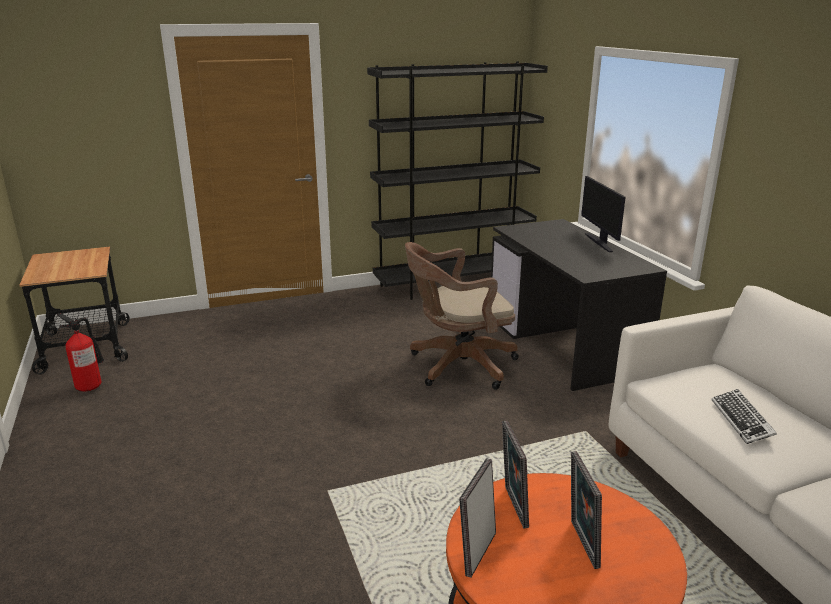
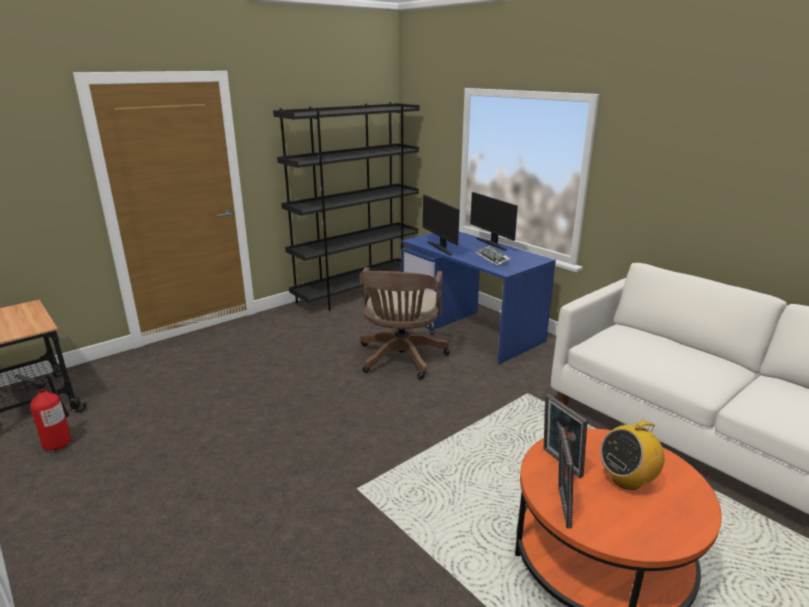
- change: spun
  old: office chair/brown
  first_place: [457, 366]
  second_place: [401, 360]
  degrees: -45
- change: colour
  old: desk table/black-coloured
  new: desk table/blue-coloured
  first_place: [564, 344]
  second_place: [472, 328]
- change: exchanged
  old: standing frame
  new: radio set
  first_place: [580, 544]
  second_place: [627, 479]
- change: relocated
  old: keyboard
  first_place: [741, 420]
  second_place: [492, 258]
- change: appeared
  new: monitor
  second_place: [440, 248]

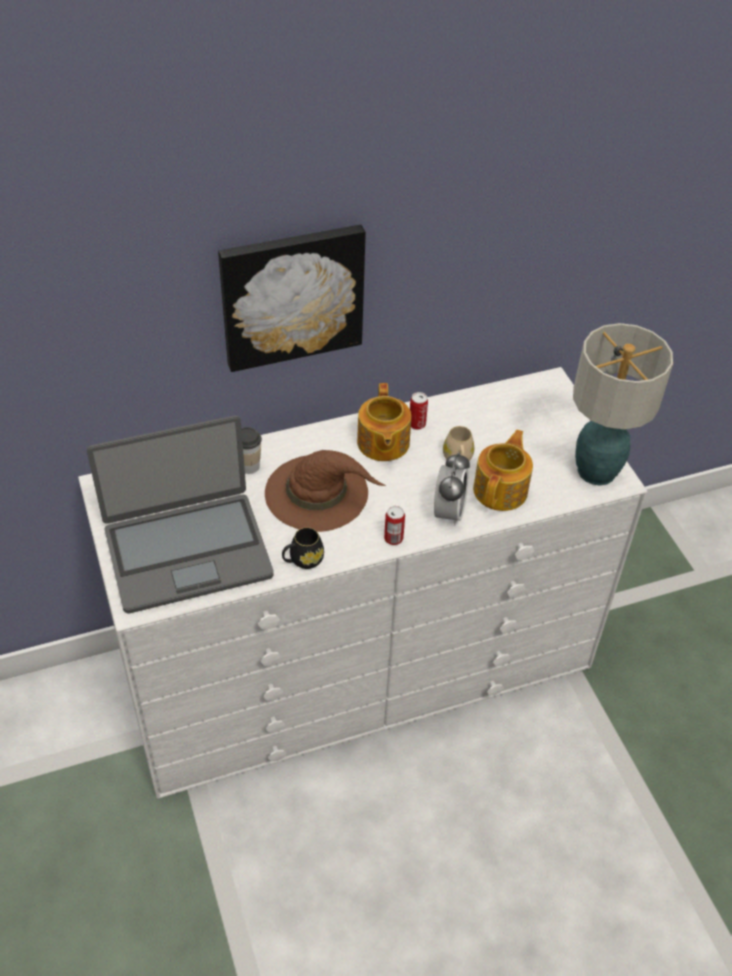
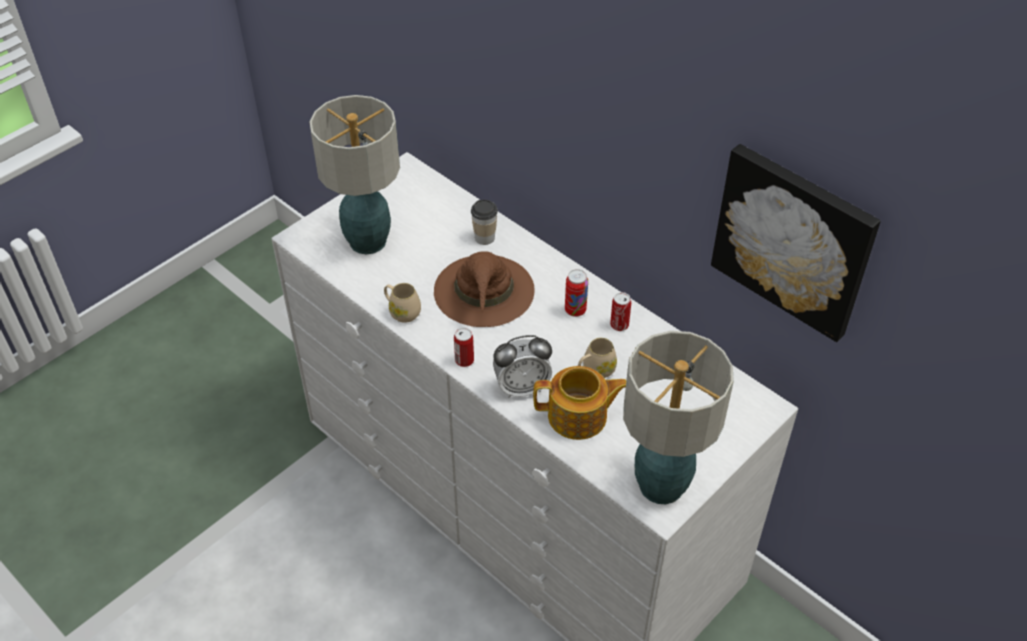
- change: exchanged
  old: notebook computer
  new: tabletop lamp
  first_place: [187, 551]
  second_place: [369, 241]
- change: relocated
  old: wall picture
  first_place: [291, 295]
  second_place: [794, 240]
- change: colour
  old: tea mug/black-coloured
  new: tea mug/beige
  first_place: [302, 560]
  second_place: [402, 311]
- change: exchanged
  old: tea pot
  new: can
  first_place: [382, 443]
  second_place: [575, 310]

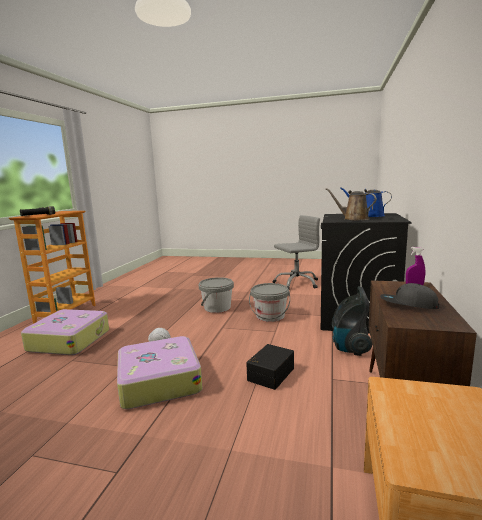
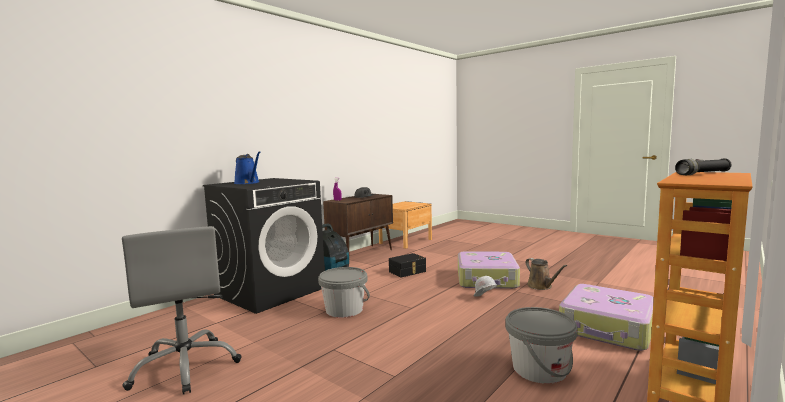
- change: relocated
  old: pail/gray
  first_place: [217, 308]
  second_place: [539, 369]
- change: spun
  old: office chair/gray
  first_place: [296, 283]
  second_place: [186, 367]
  degrees: -120
- change: relocated
  old: watering pot/brown
  first_place: [353, 219]
  second_place: [541, 286]

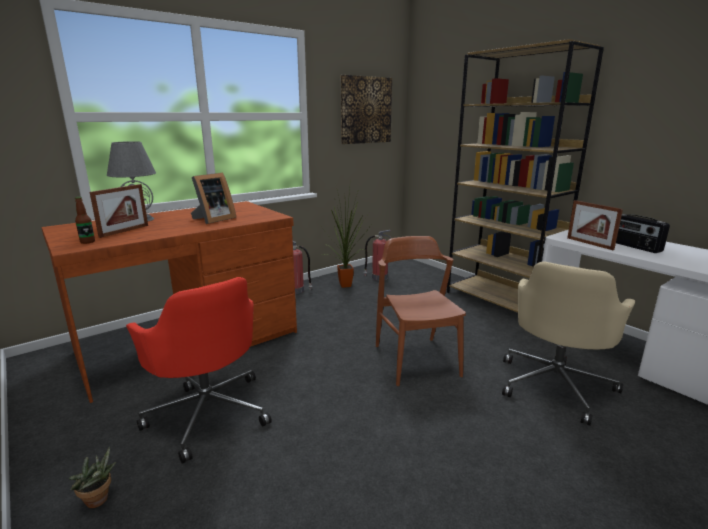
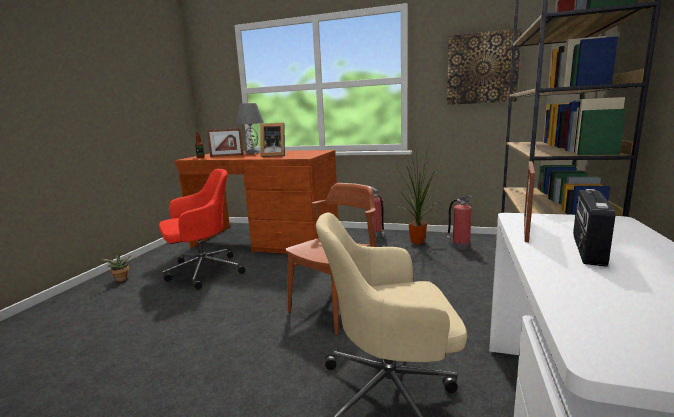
- change: spun
  old: office chair/reddish
  first_place: [209, 412]
  second_place: [202, 271]
  degrees: -135

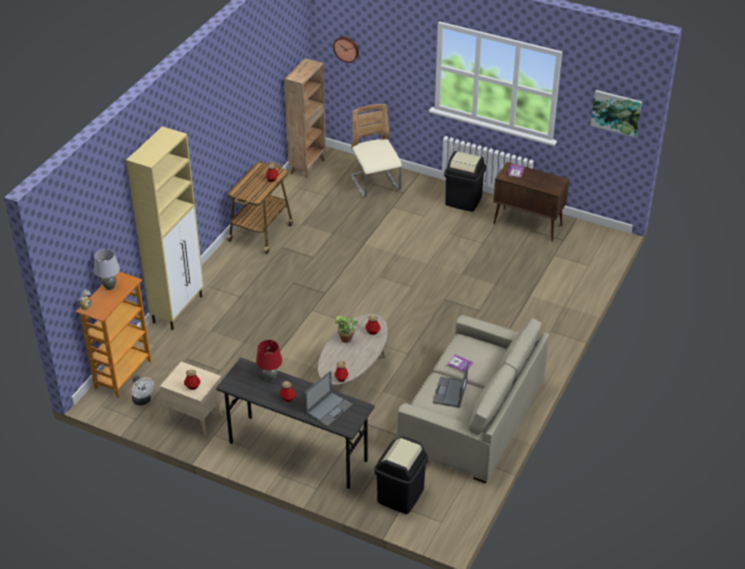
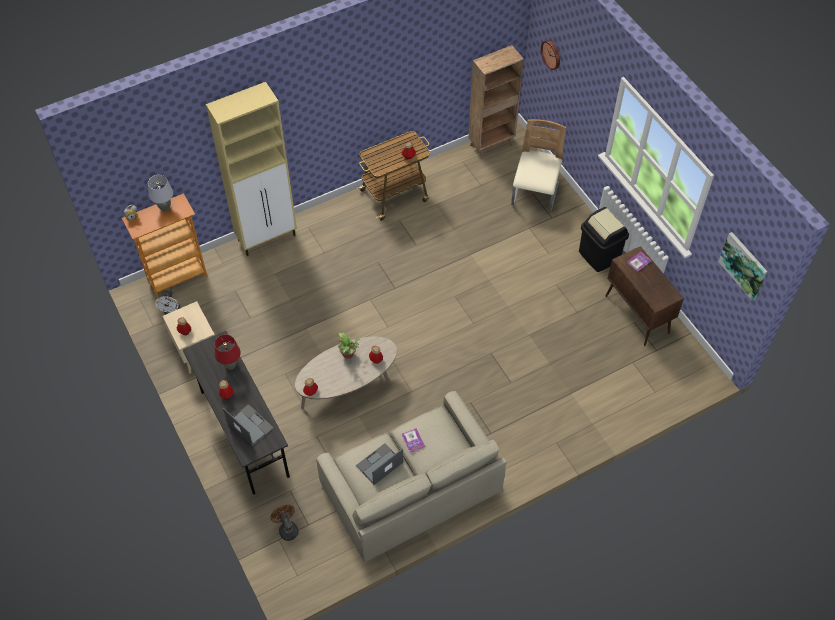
- change: spun
  old: notebook computer
  first_place: [329, 408]
  second_place: [249, 425]
  degrees: -120
- change: exchanged
  old: trash can/black-coloured
  new: cooling fan/brown
  first_place: [401, 496]
  second_place: [287, 528]

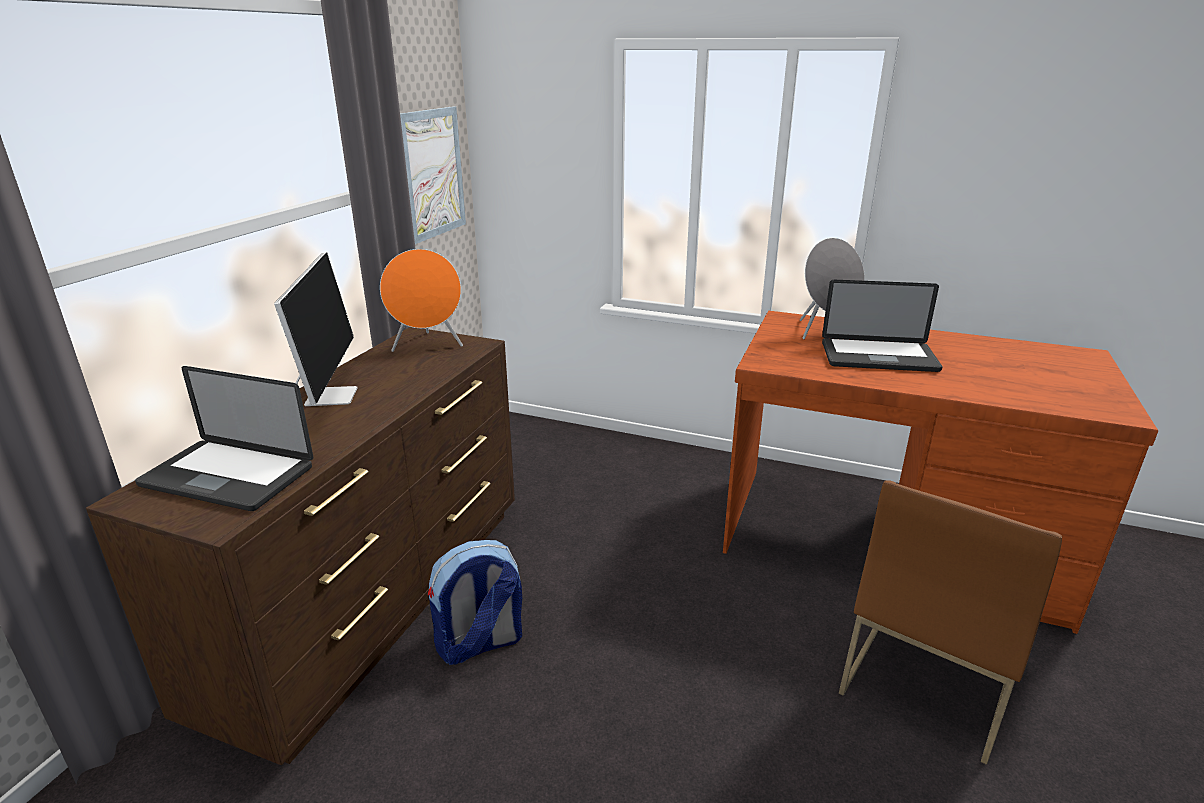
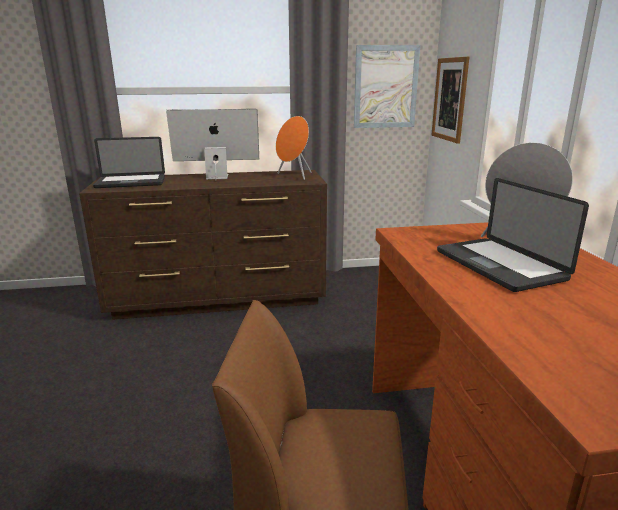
- change: spun
  old: notebook computer
  first_place: [228, 476]
  second_place: [131, 182]
  degrees: -90
- change: spun
  old: monitor
  first_place: [330, 396]
  second_place: [216, 177]
  degrees: -150
- change: missing
  old: knapsack
  first_place: [480, 644]
- change: appeared
  new: wall picture
  second_place: [450, 99]

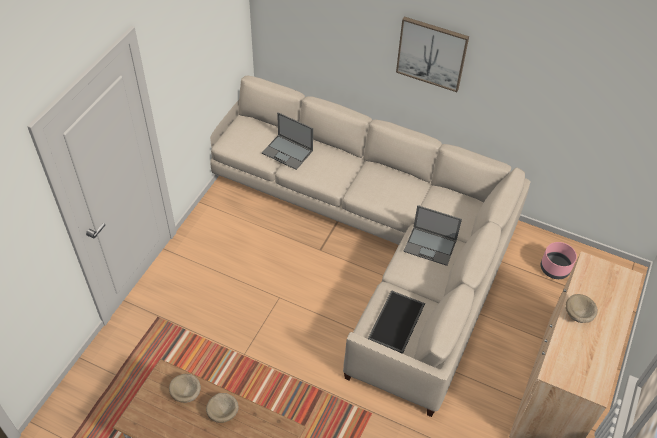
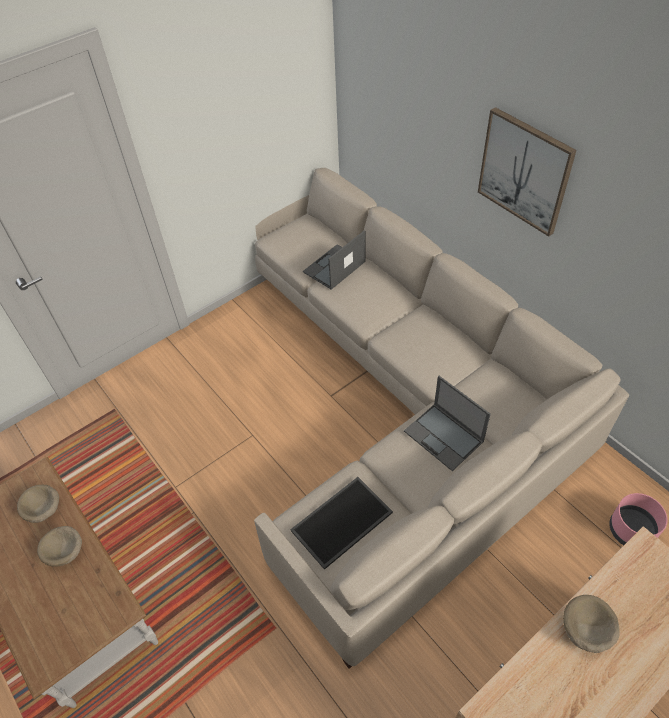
- change: spun
  old: notebook computer
  first_place: [288, 152]
  second_place: [334, 267]
  degrees: 75

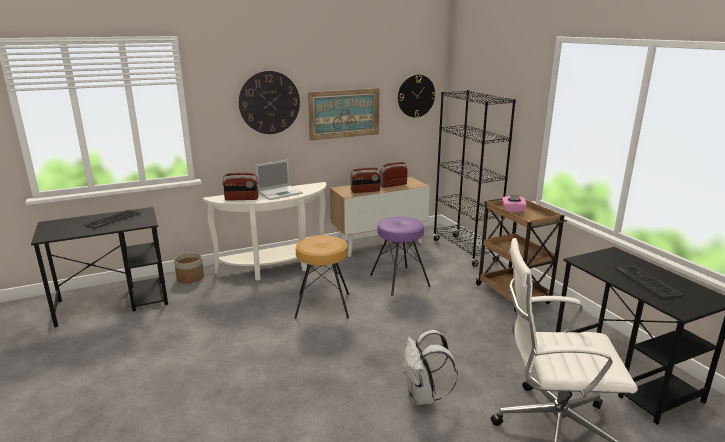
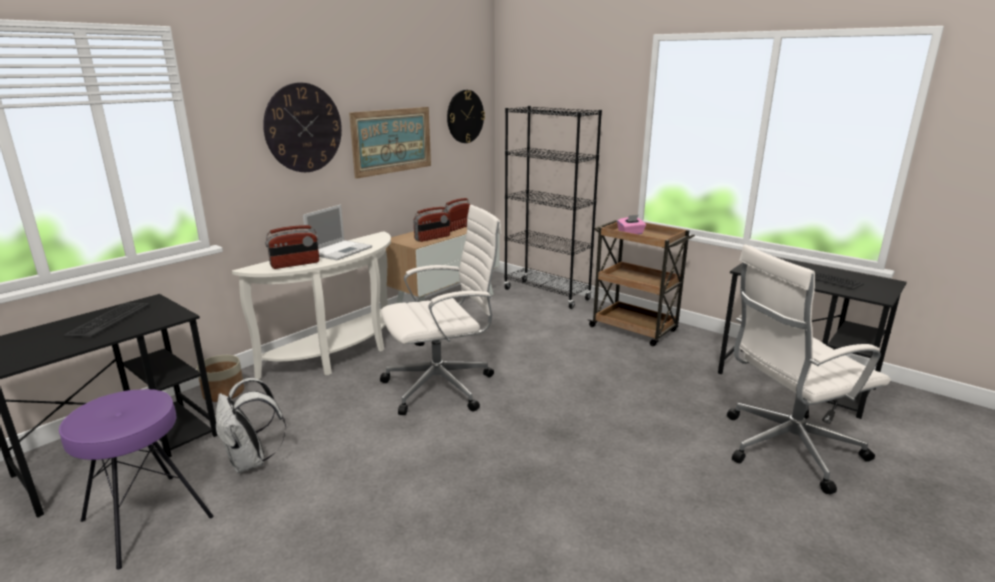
- change: exchanged
  old: sitting stool/brown
  new: office chair/whitish
  first_place: [323, 306]
  second_place: [442, 386]
- change: relocated
  old: sitting stool/purplish
  first_place: [399, 281]
  second_place: [146, 519]
- change: relocated
  old: knapsack/whitish
  first_place: [423, 397]
  second_place: [251, 462]

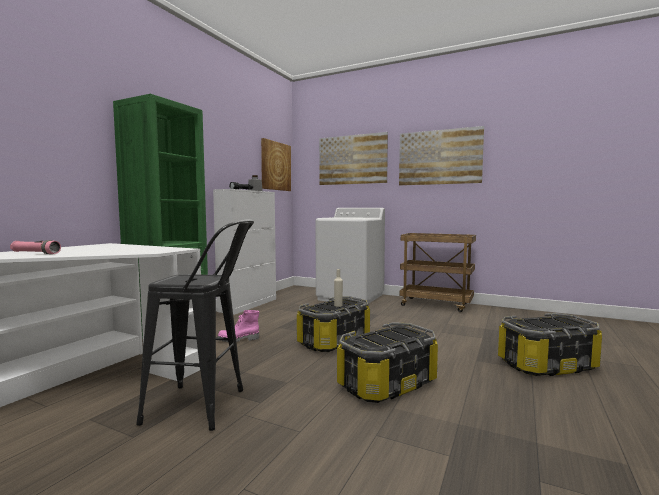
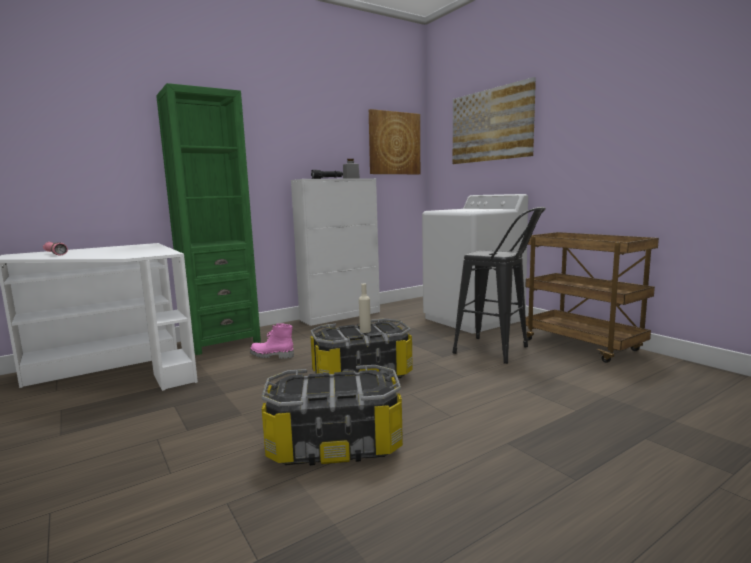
- change: relocated
  old: sitting stool/black-coloured
  first_place: [205, 407]
  second_place: [498, 352]
- change: missing
  old: wall picture
  first_place: [439, 157]
- change: missing
  old: storage box
  first_place: [546, 365]

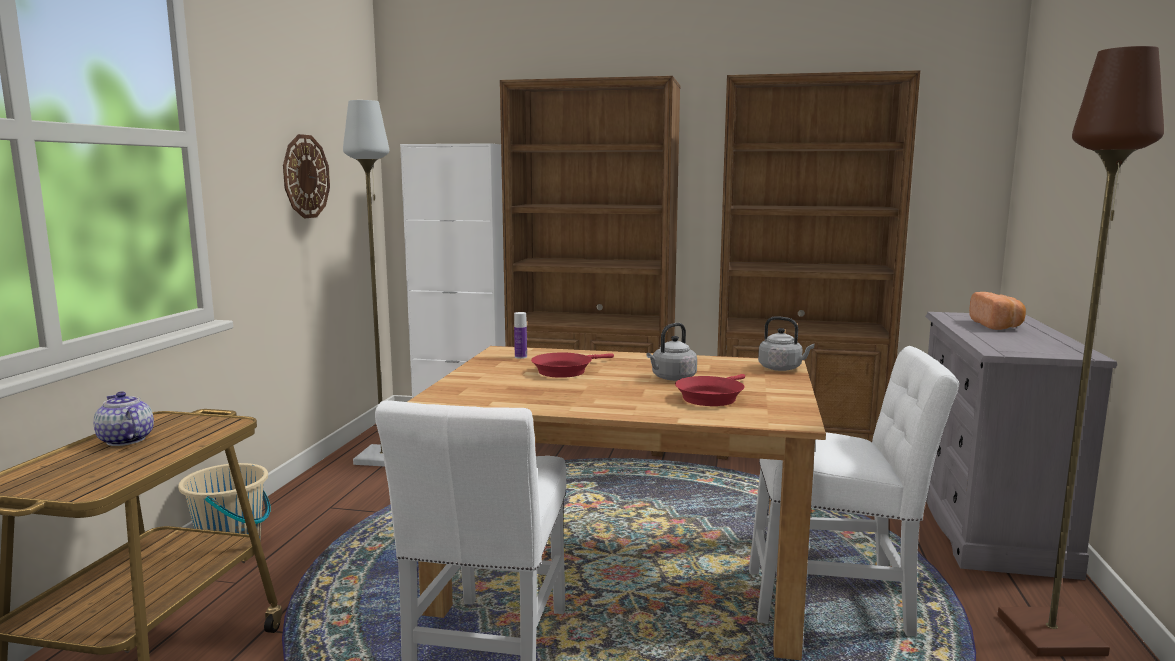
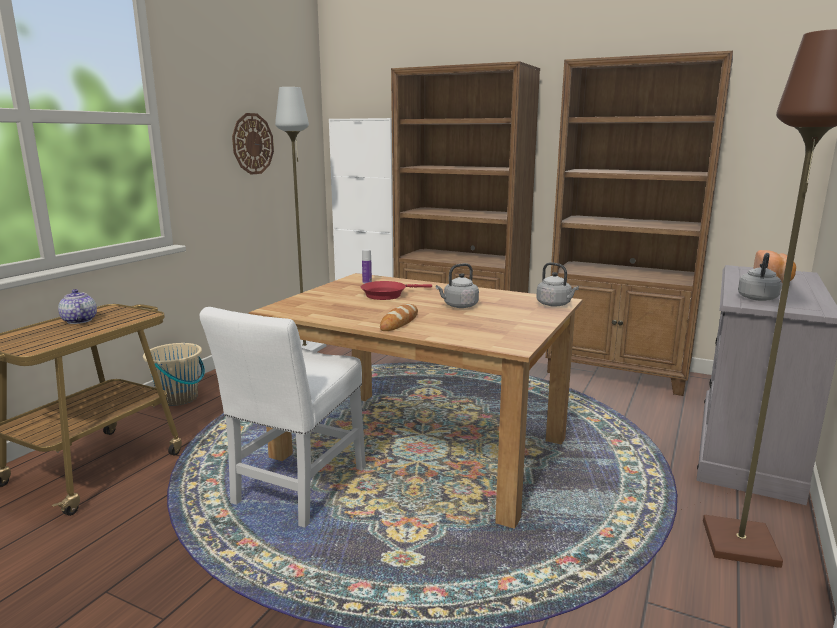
- change: missing
  old: frying pan/reddish
  first_place: [711, 397]
- change: missing
  old: upright chair/whitish
  first_place: [837, 601]
- change: appeared
  new: bread
  second_place: [399, 322]
- change: appeared
  new: water kettle/gray
  second_place: [757, 298]

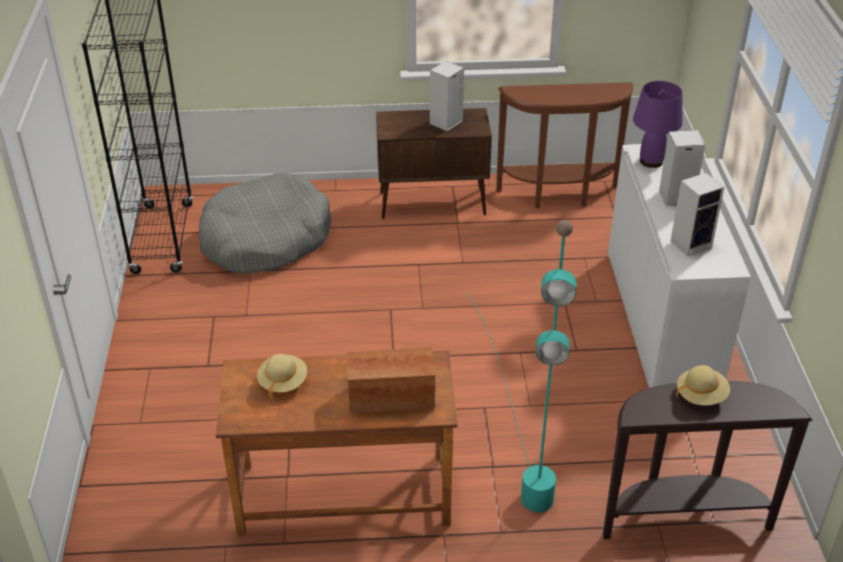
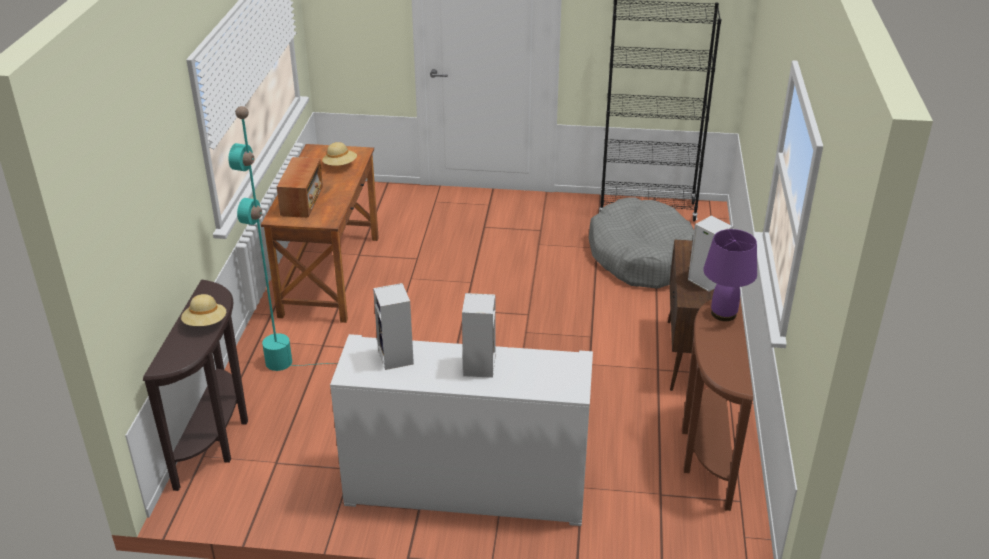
- change: relocated
  old: tabletop lamp/purplish
  first_place: [650, 161]
  second_place: [723, 313]

